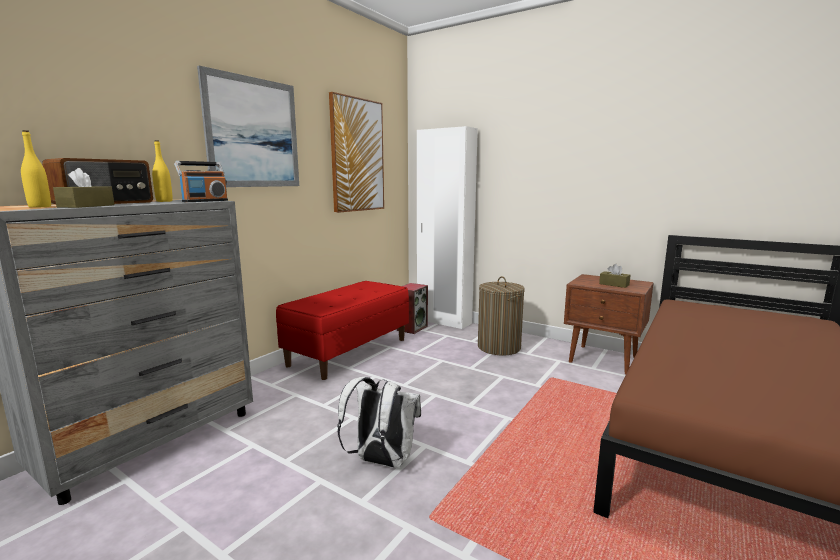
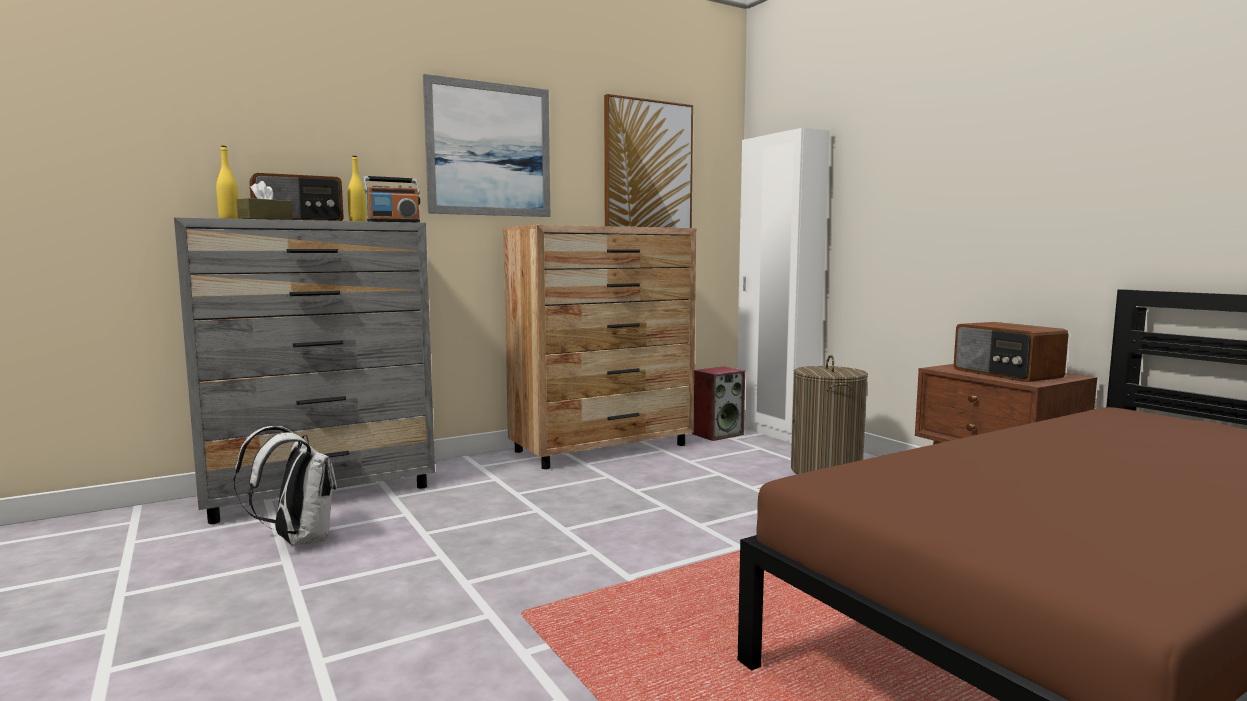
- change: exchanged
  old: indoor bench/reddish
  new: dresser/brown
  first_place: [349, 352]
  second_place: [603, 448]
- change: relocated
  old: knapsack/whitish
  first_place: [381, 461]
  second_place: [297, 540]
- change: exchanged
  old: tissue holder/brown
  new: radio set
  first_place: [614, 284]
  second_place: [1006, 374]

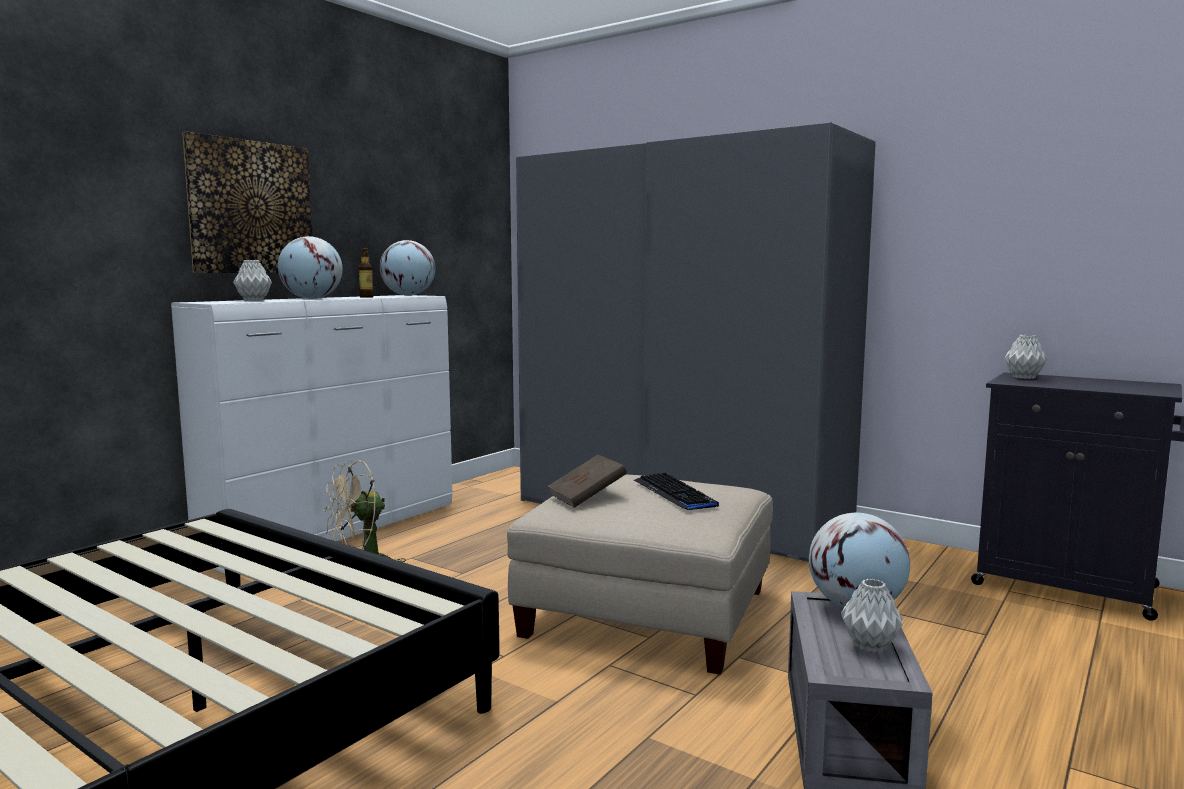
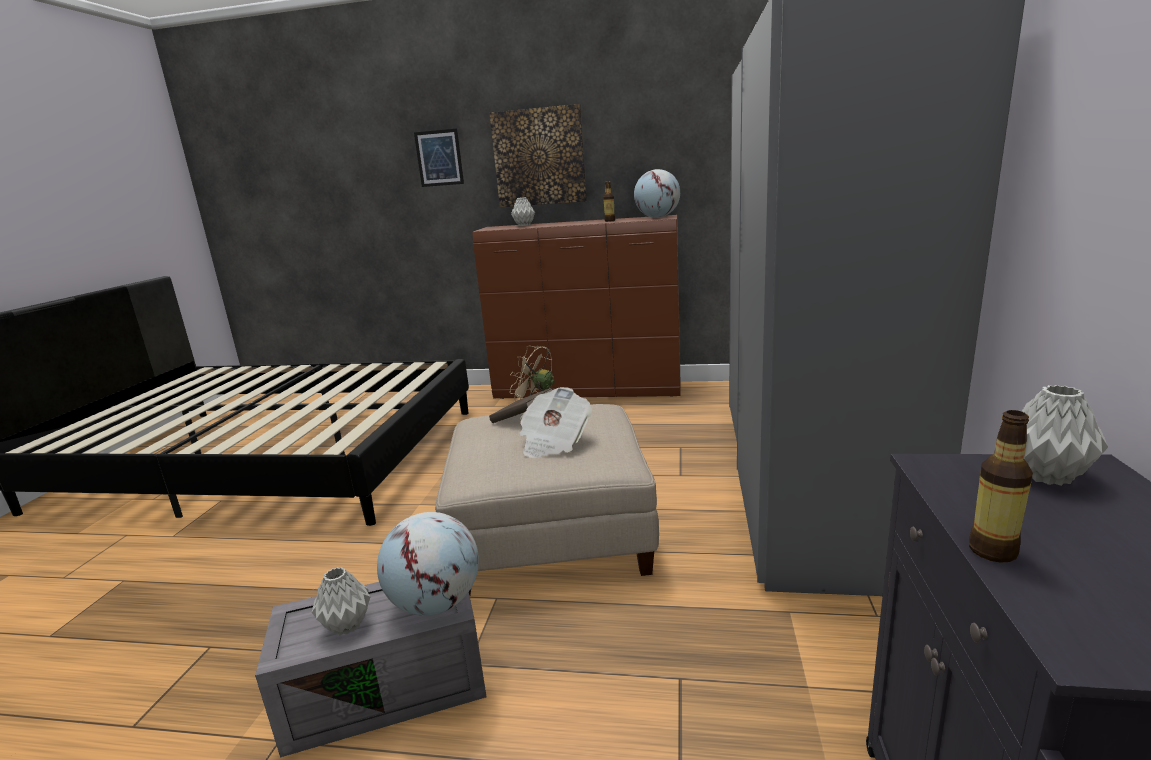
- change: colour
  old: dresser/whitish
  new: dresser/brown
  first_place: [338, 532]
  second_place: [588, 392]
- change: missing
  old: world globe
  first_place: [312, 299]
- change: exchanged
  old: keyboard
  new: newspaper
  first_place: [674, 493]
  second_place: [554, 442]
- change: appeared
  new: wall picture
  second_place: [439, 158]
- change: appeared
  new: drink bottle
  second_place: [992, 551]

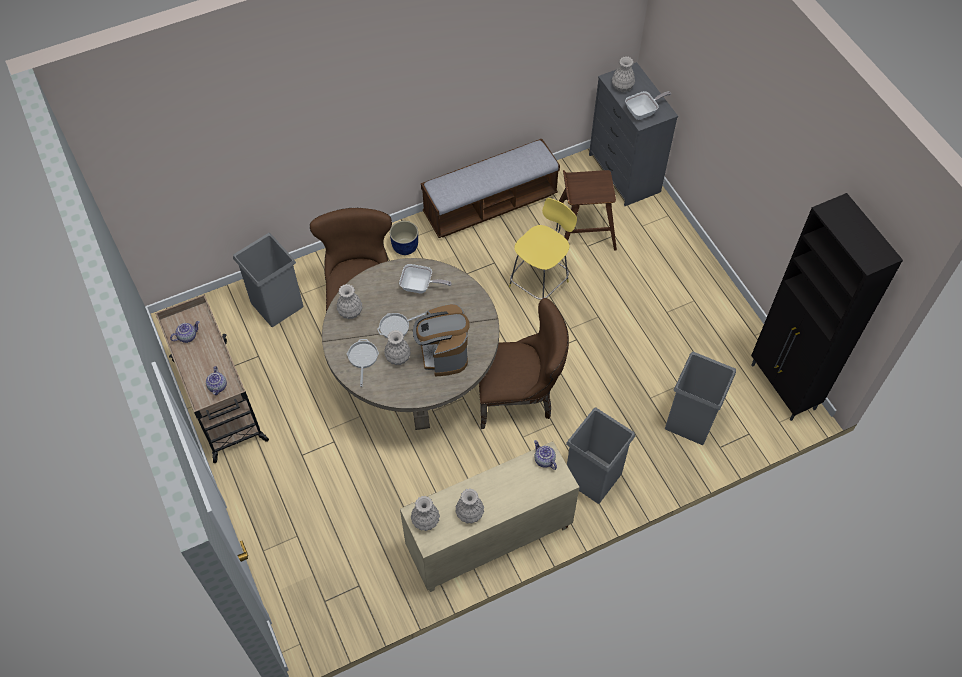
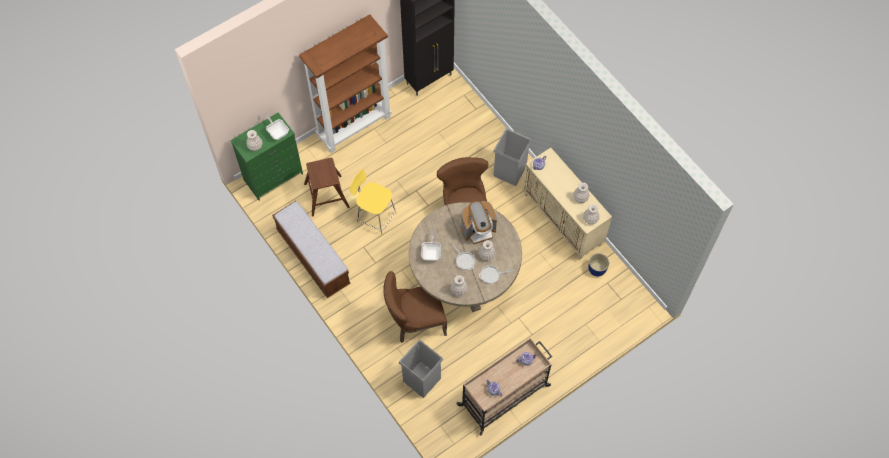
- change: relocated
  old: planter/blue-coloured
  first_place: [404, 247]
  second_place: [597, 269]
- change: colour
  old: dresser/gray
  new: dresser/green
  first_place: [623, 173]
  second_place: [273, 177]
- change: missing
  old: trash can/gray
  first_place: [691, 421]
- change: appeared
  new: bookcase/brown
  second_place: [354, 126]

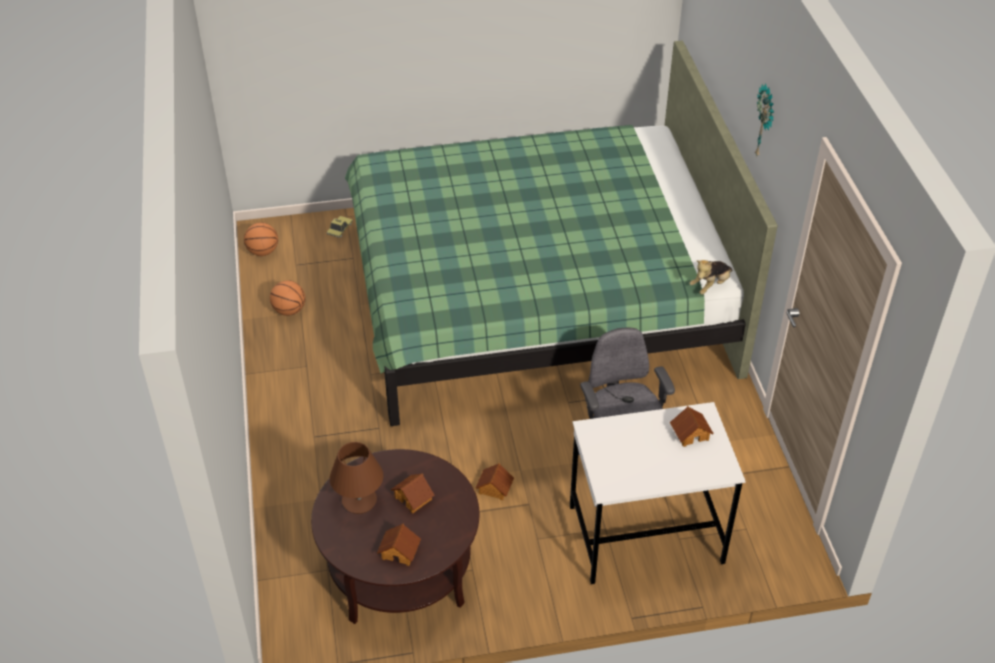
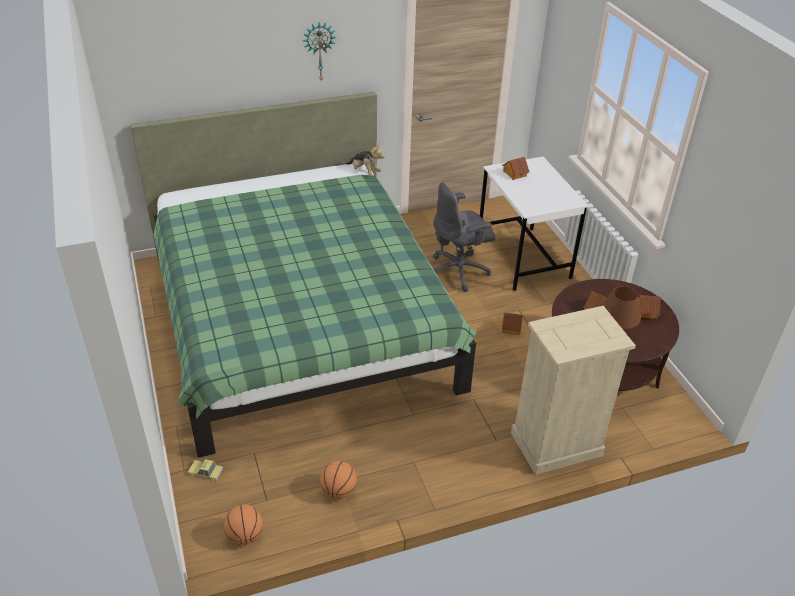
- change: appeared
  new: dresser/beige
  second_place: [556, 444]

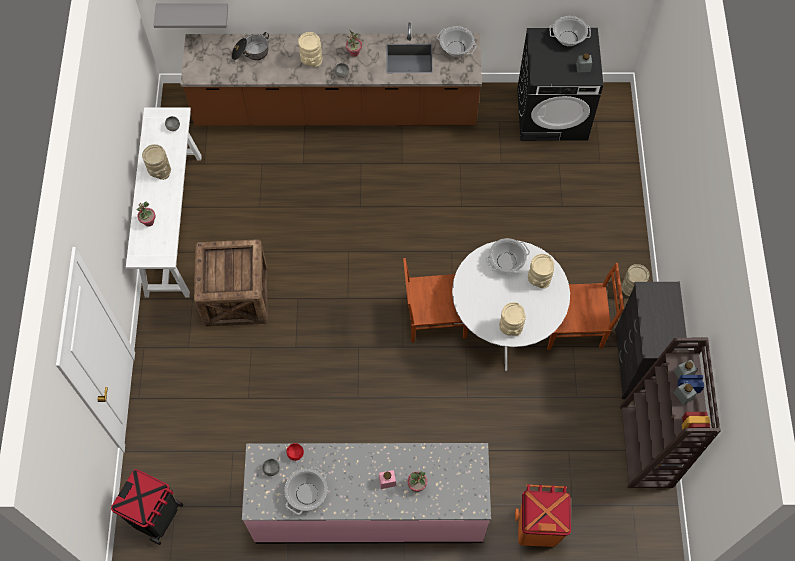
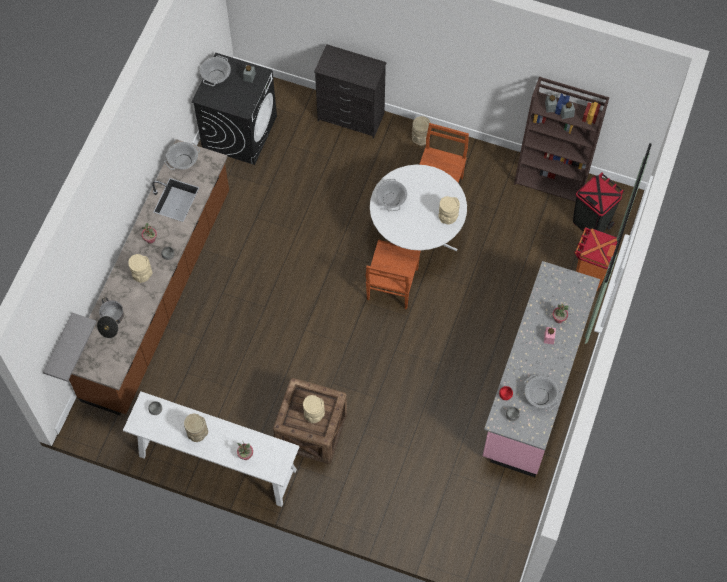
- change: relocated
  old: trash can/black-coloured
  first_place: [157, 517]
  second_place: [591, 223]
- change: relocated
  old: flower vase/beige
  first_place: [538, 279]
  second_place: [314, 415]
- change: relocated
  old: dresser/black-coloured
  first_place: [637, 364]
  second_place: [351, 117]

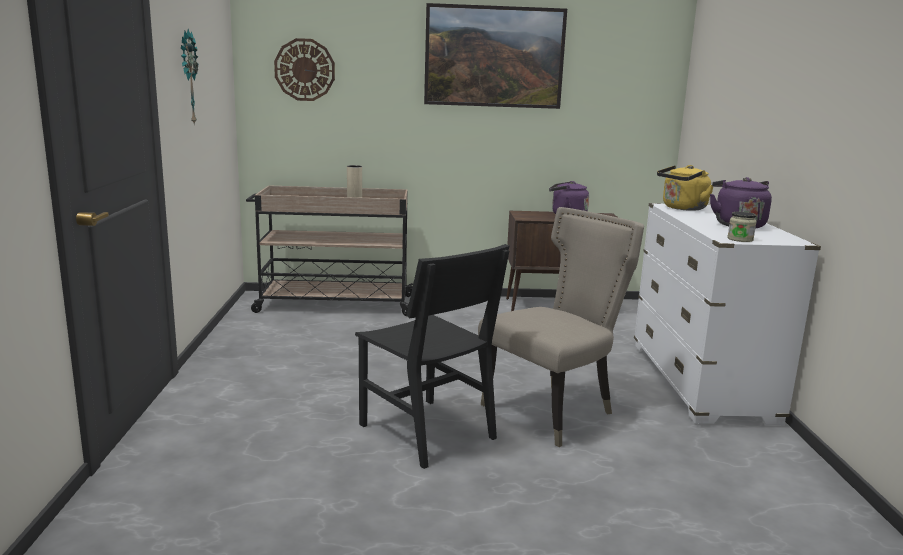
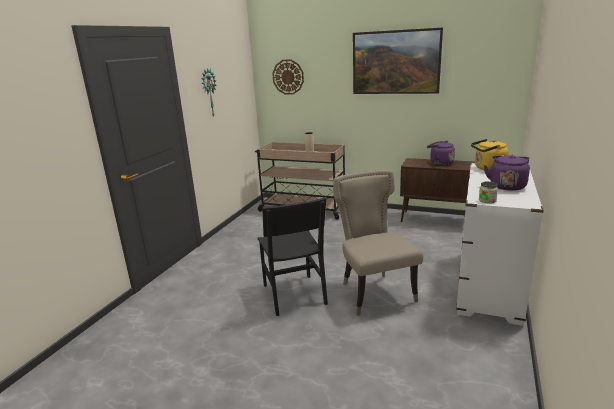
- change: spun
  old: upright chair/beige
  first_place: [554, 411]
  second_place: [374, 292]
  degrees: -90

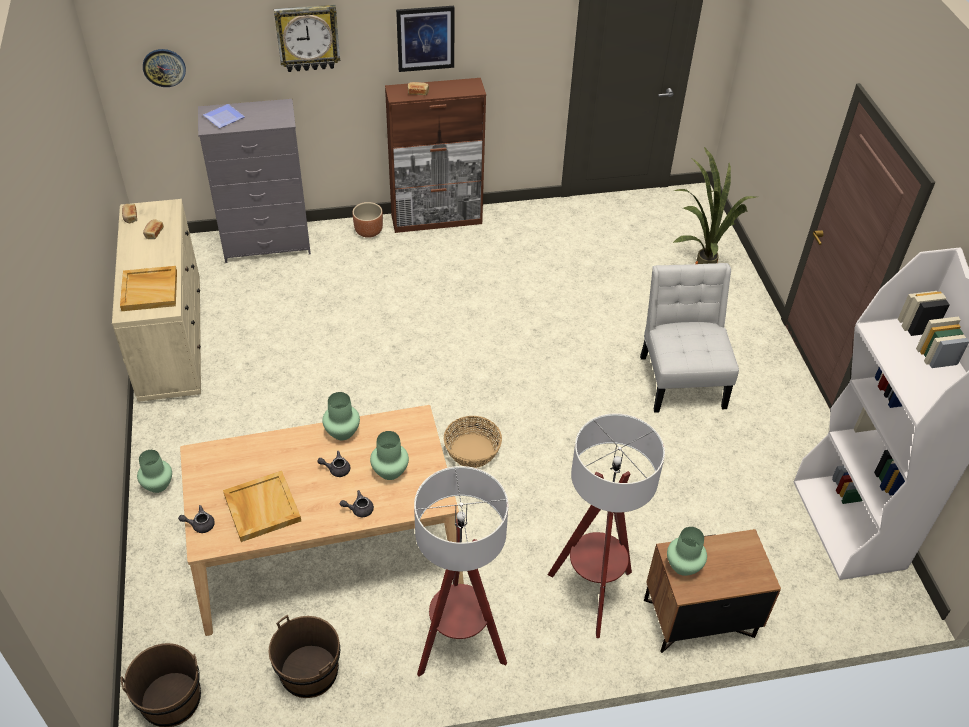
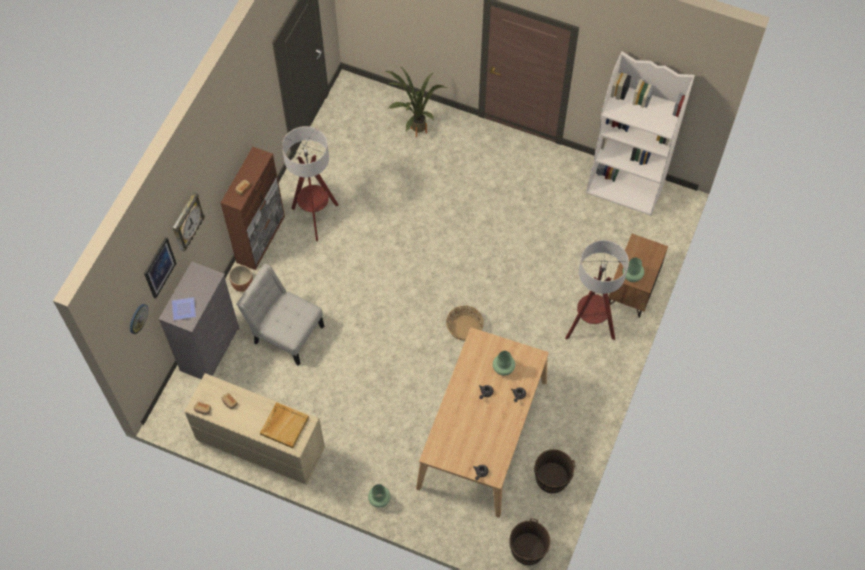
- change: missing
  old: carrying tray/beige
  first_place: [261, 507]
- change: missing
  old: flower vase/green
  first_place: [342, 432]
- change: relocated
  old: wall picture
  first_place: [425, 38]
  second_place: [159, 267]
- change: relocated
  old: standard lamp
  first_place: [459, 646]
  second_place: [315, 218]
- change: relocated
  old: upright chair/whitish
  first_place: [681, 377]
  second_place: [285, 332]

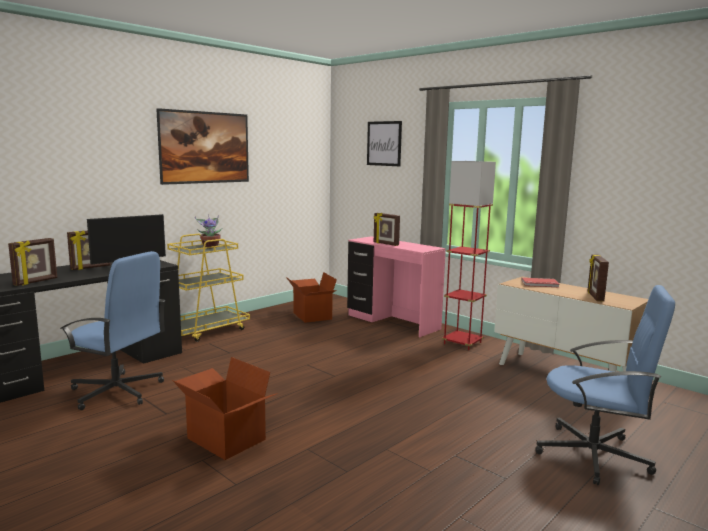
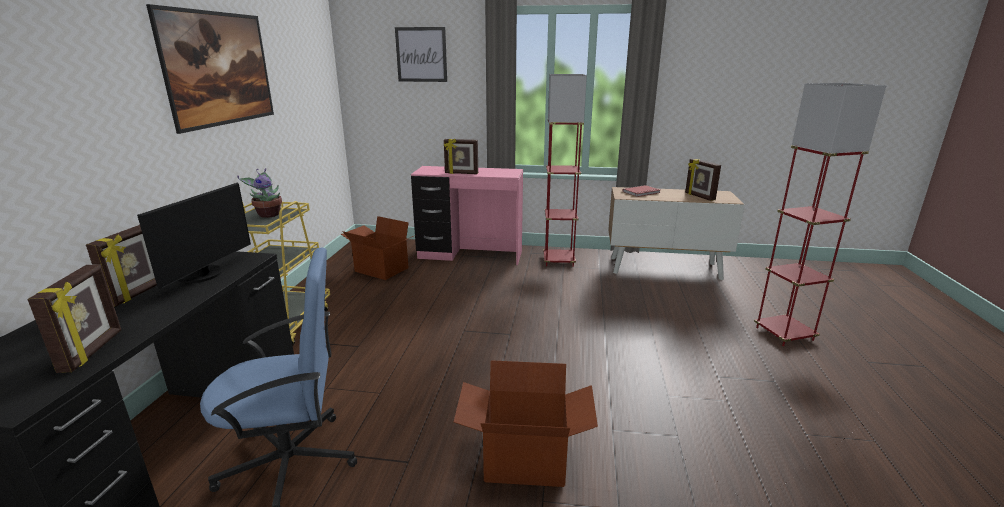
- change: exchanged
  old: office chair/blue-coloured
  new: standard lamp/reddish
  first_place: [594, 455]
  second_place: [784, 334]

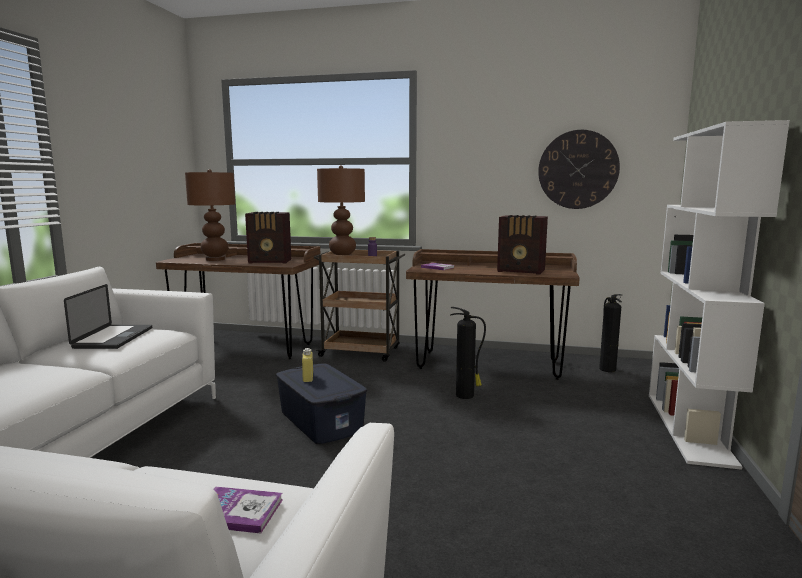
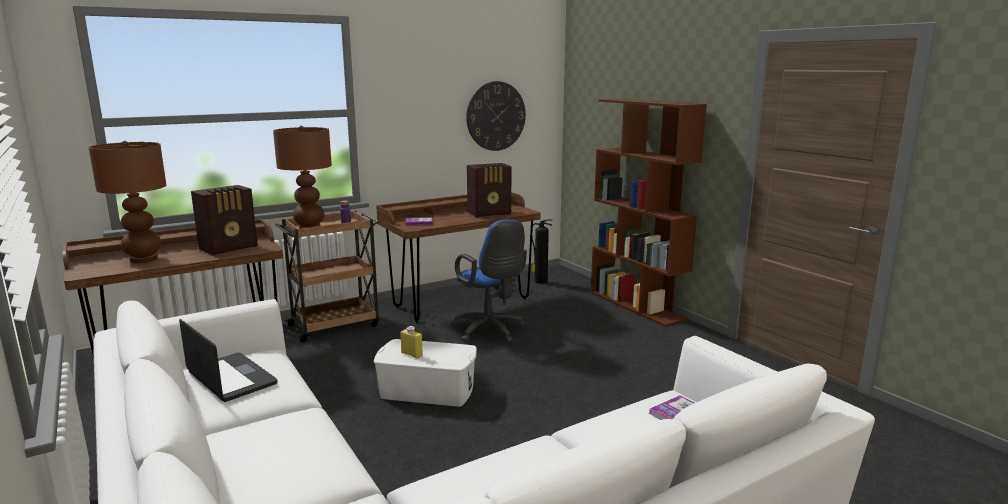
- change: colour
  old: storage box/blue-coloured
  new: storage box/whitish
  first_place: [321, 421]
  second_place: [427, 390]
- change: exchanged
  old: extinguisher
  new: office chair/blue-coloured
  first_place: [466, 395]
  second_place: [490, 331]
- change: colour
  old: bookcase/whitish
  new: bookcase/brown
  first_place: [689, 428]
  second_place: [637, 305]

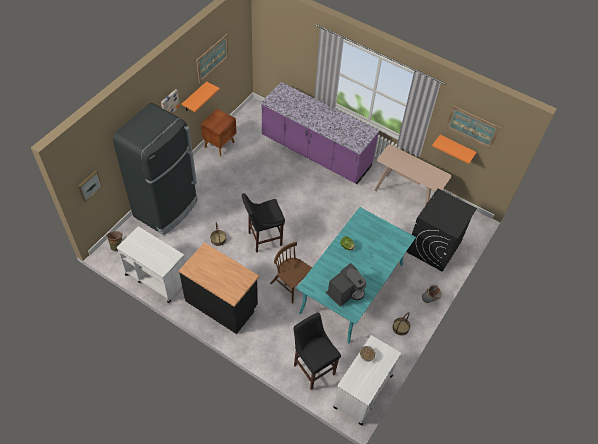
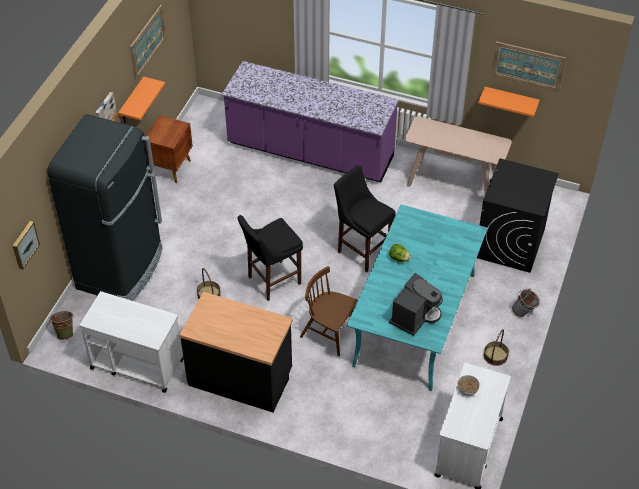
- change: relocated
  old: sitting stool/black-coloured
  first_place: [313, 368]
  second_place: [362, 250]

